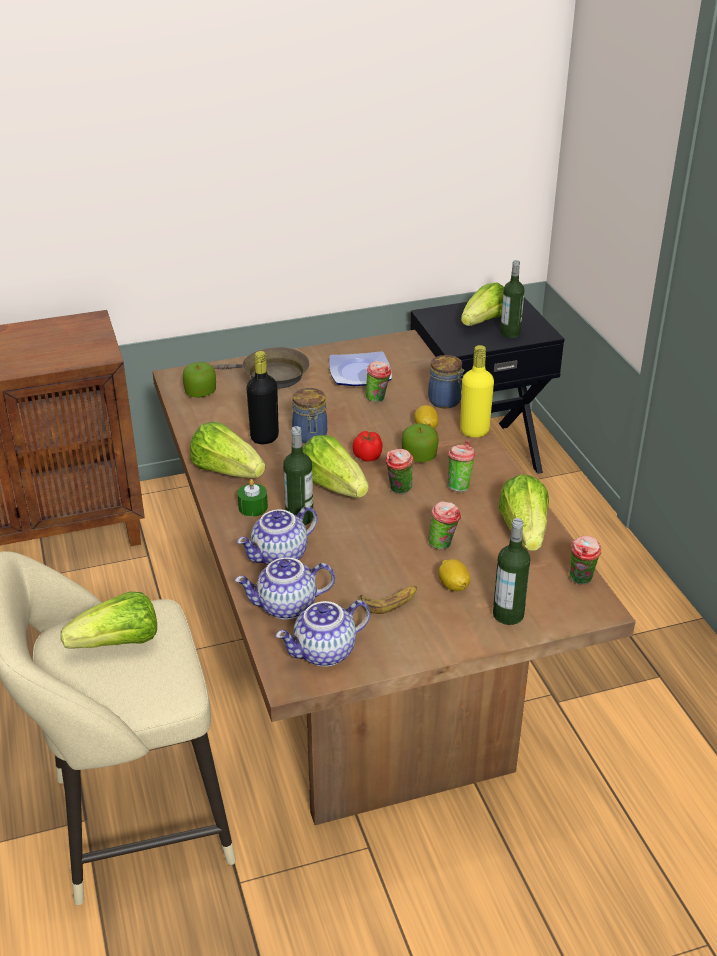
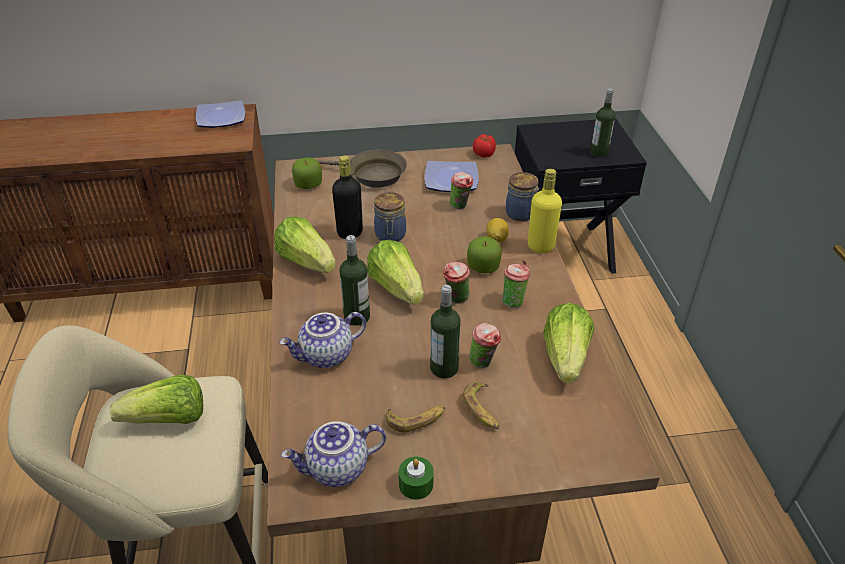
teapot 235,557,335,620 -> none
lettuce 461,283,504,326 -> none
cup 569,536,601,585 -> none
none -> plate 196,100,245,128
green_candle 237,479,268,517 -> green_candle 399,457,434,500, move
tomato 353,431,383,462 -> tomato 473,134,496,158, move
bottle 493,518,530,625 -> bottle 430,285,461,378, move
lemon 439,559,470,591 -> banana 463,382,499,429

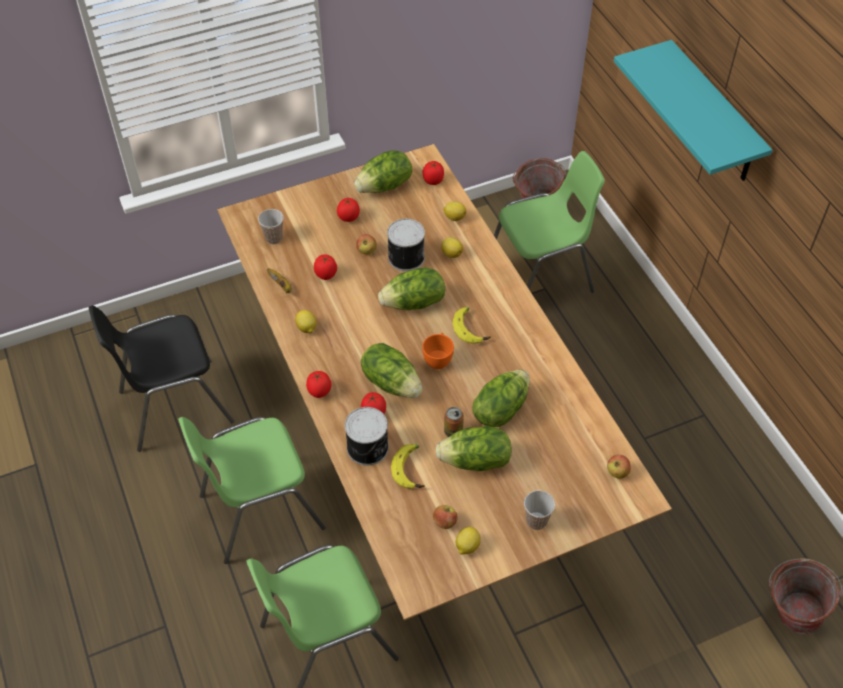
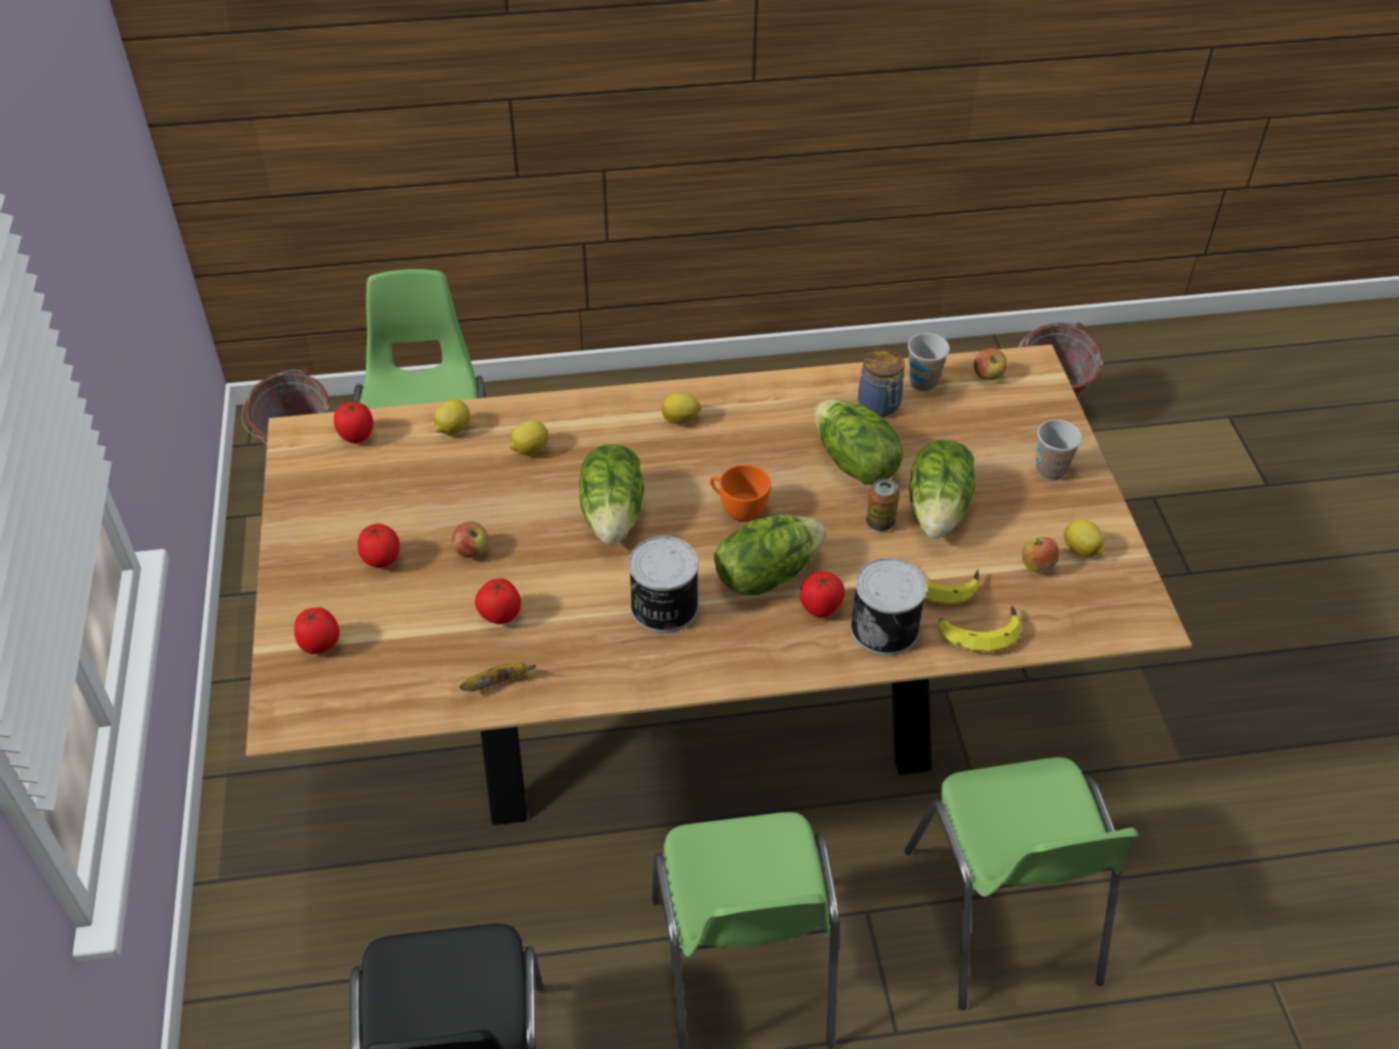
lettuce 354,150,413,193 -> none
turquoise_shelf 614,40,772,181 -> none
none -> jar 858,348,905,417
cup 258,209,284,244 -> cup 908,333,950,391, move
lemon 295,310,317,333 -> lemon 662,392,702,424, move
tomato 306,371,332,398 -> tomato 294,607,340,654, move
can 387,219,425,271 -> can 629,536,699,633, move
banana 452,307,491,344 -> banana 939,605,1022,652, move

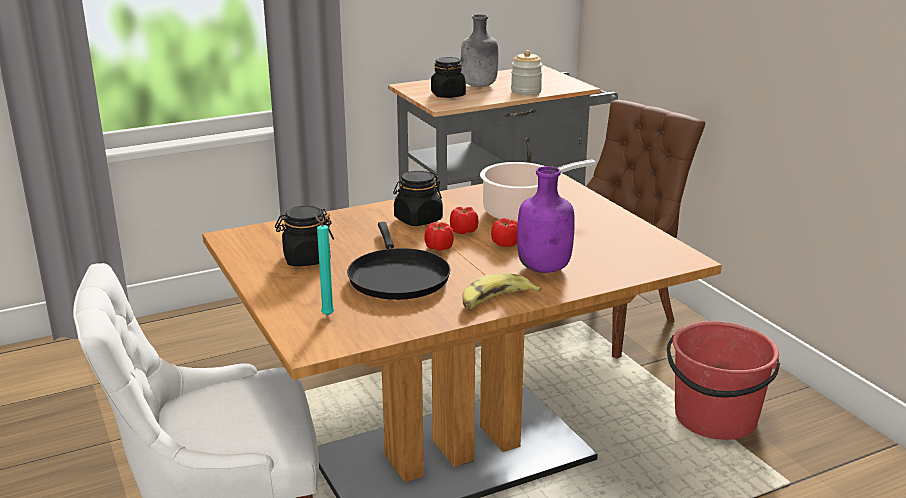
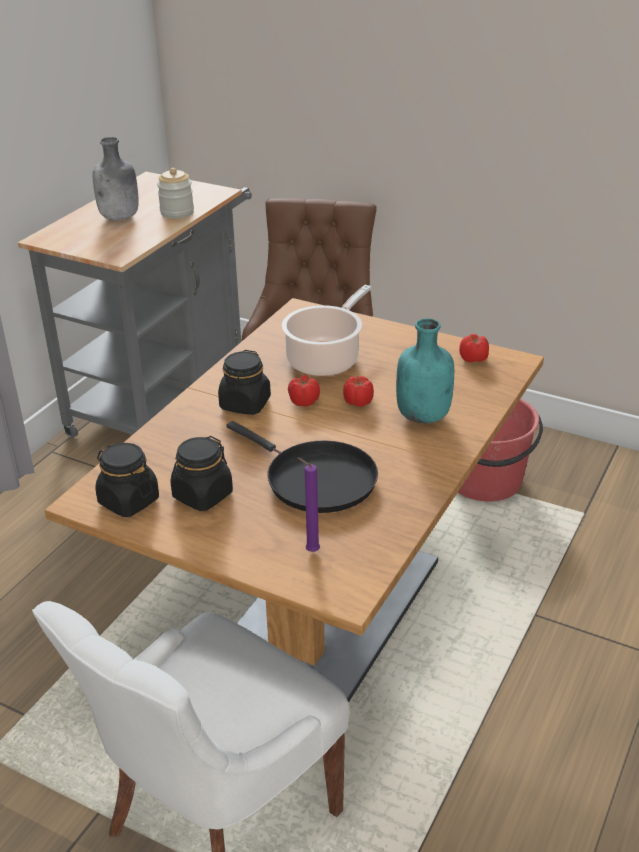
banana 463,273,541,309 -> none
tomato 424,222,454,251 -> tomato 459,334,489,362, move
black_jar 431,57,466,98 -> black_jar 95,443,159,517, move
turquoise_candle 313,214,334,315 -> purple_candle 298,458,320,552
purple_bottle 517,166,575,273 -> turquoise_bottle 396,318,454,423

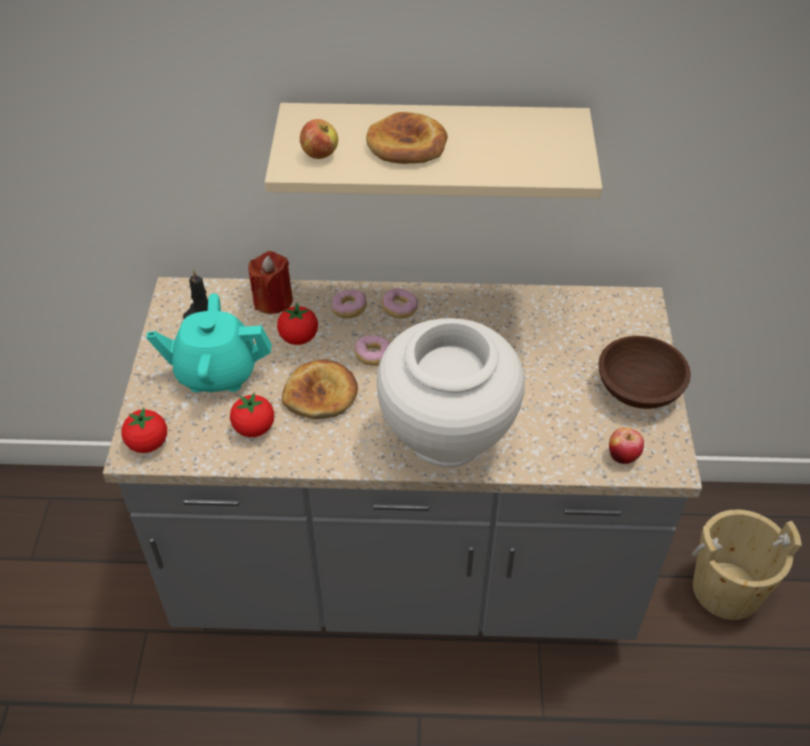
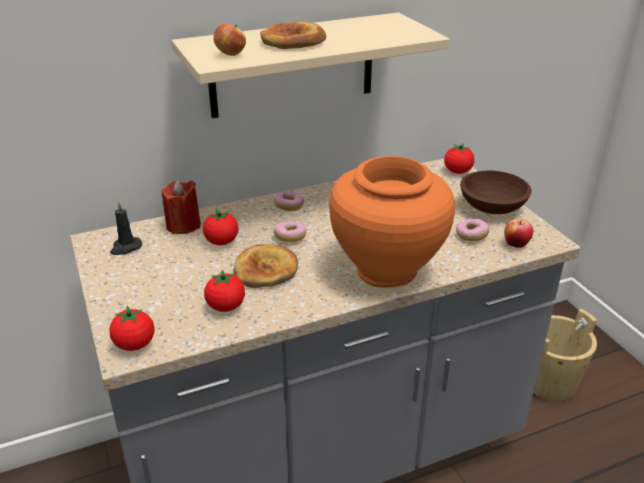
turquoise_teapot 146,293,272,392 -> none
none -> tomato 444,144,474,174
donut 331,289,367,318 -> donut 456,218,489,241, move
white_vase 377,318,525,467 -> orange_vase 329,156,455,288

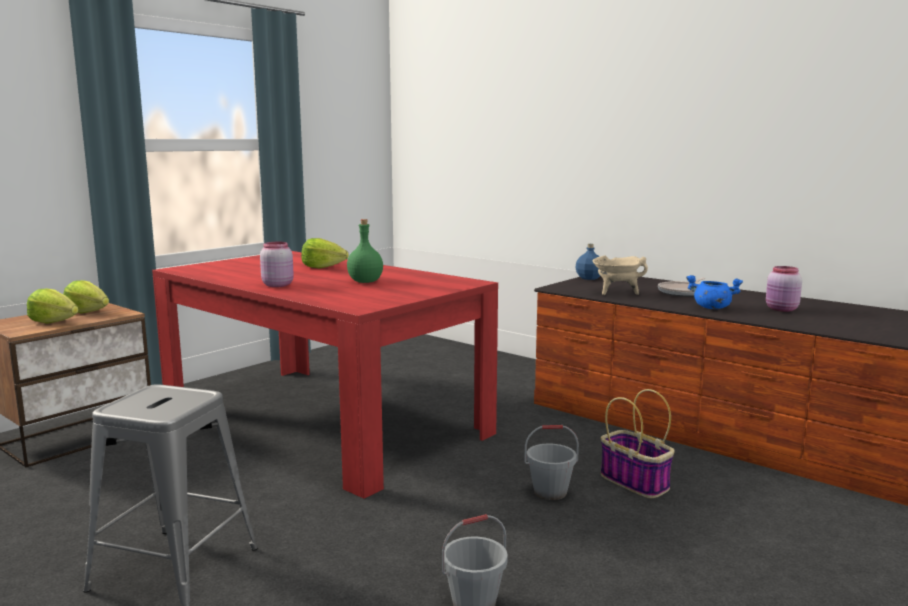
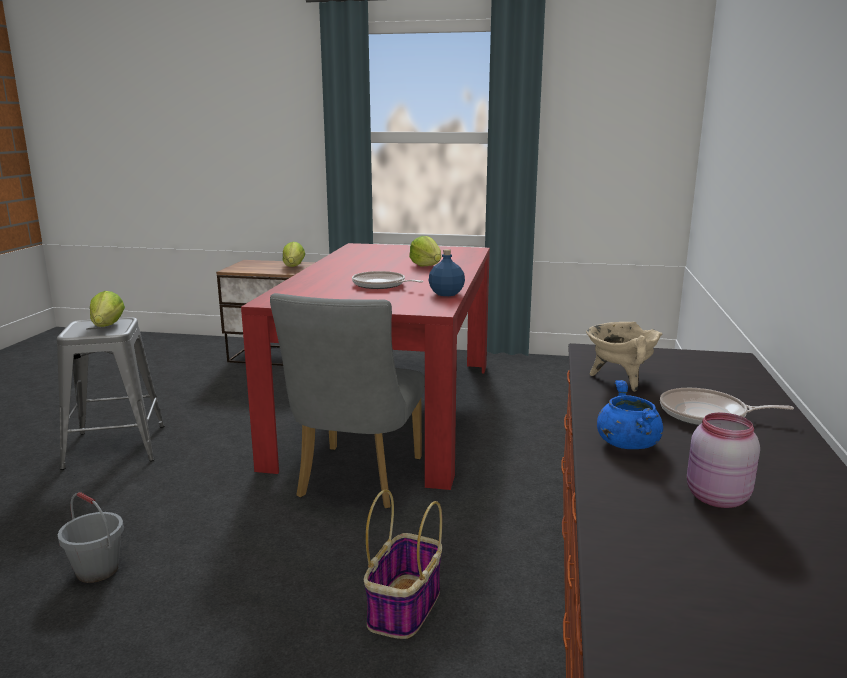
pink_jar 260,242,294,287 -> none
grey_bucket 524,425,579,500 -> none
none -> grey_chair 270,293,425,509
lettuce 27,289,79,324 -> lettuce 90,291,125,327, move
blue_bottle 575,244,600,280 -> blue_bottle 429,249,465,296, move
green_bottle 347,219,383,283 -> frying_pan 352,271,424,289

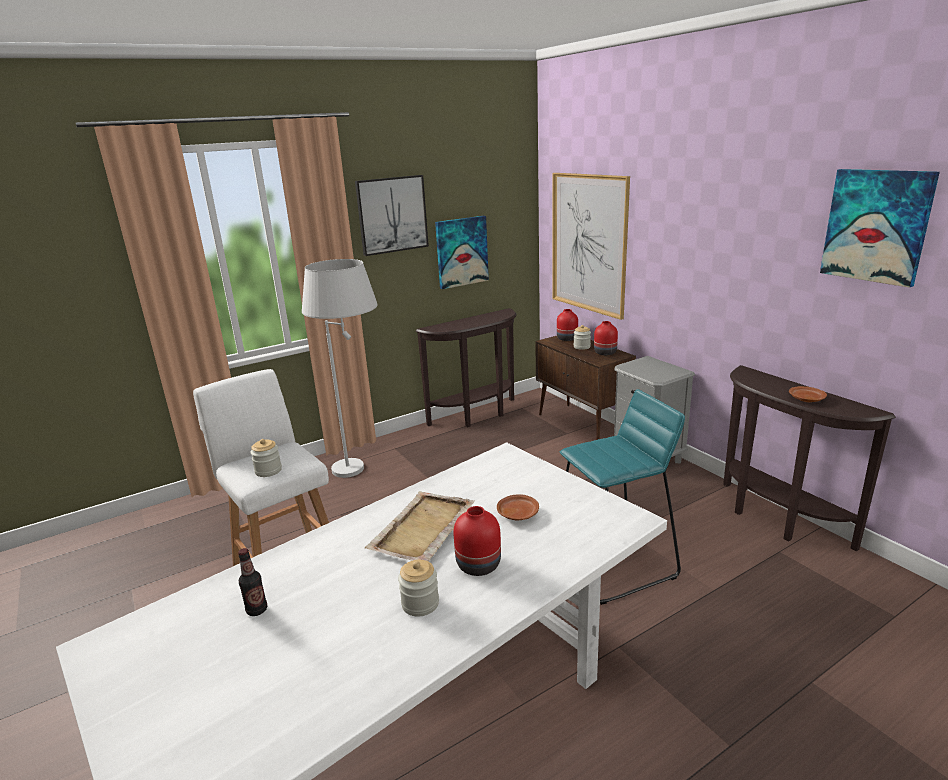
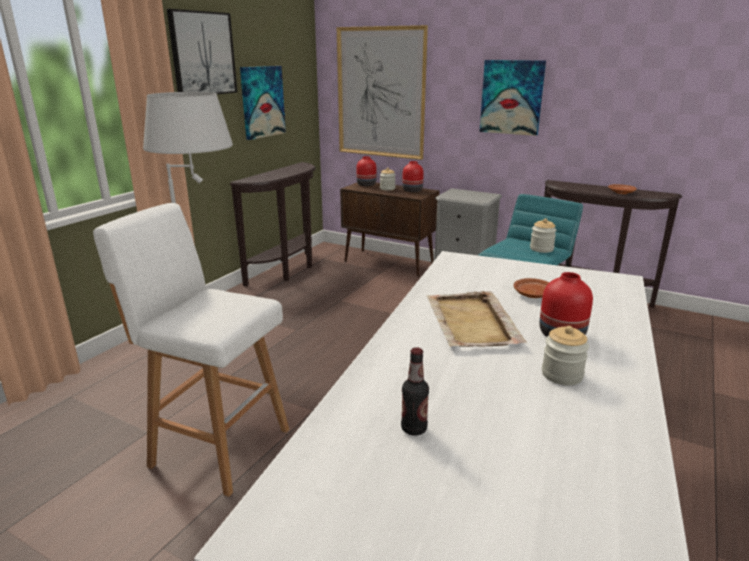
jar 250,439,282,477 -> jar 530,218,557,253, move
picture 820,169,940,288 -> picture 480,60,546,136, move

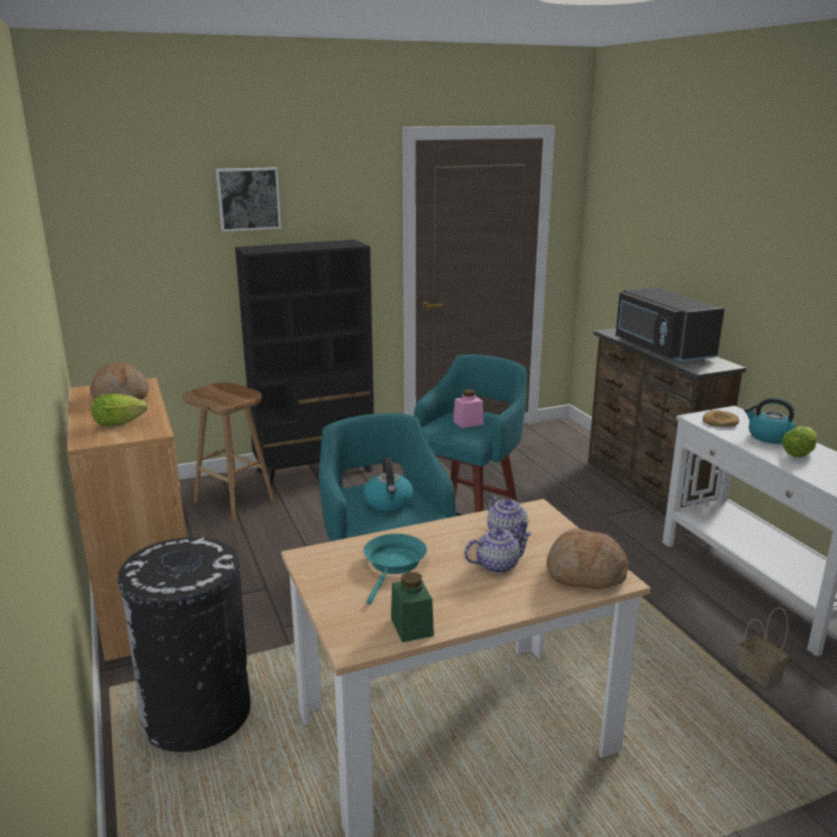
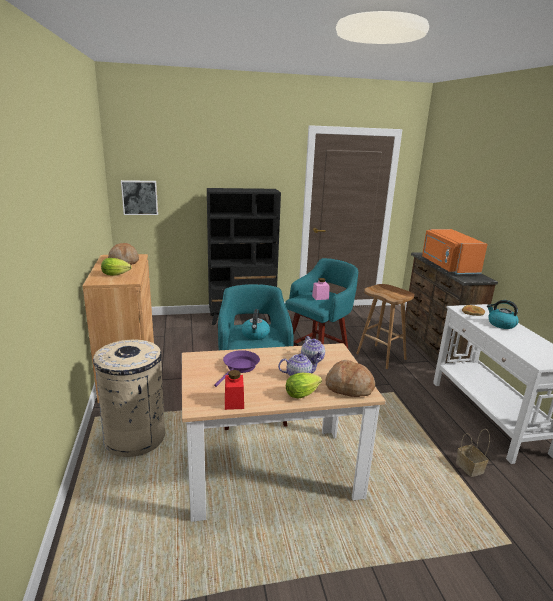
brown_stool 183,382,275,521 -> brown_stool 356,284,414,369, move
picture 216,167,281,232 -> picture 121,180,158,215, move
lettuce 782,427,817,457 -> lettuce 286,373,322,399, move
black_trash_can 118,537,251,752 -> beige_trash_can 93,340,165,457
turquoise_frying_pan 364,534,427,605 -> purple_frying_pan 214,350,260,387
green_jar 391,572,434,642 -> red_jar 225,370,244,410
black_microwave 616,287,724,362 -> orange_microwave 422,229,488,275

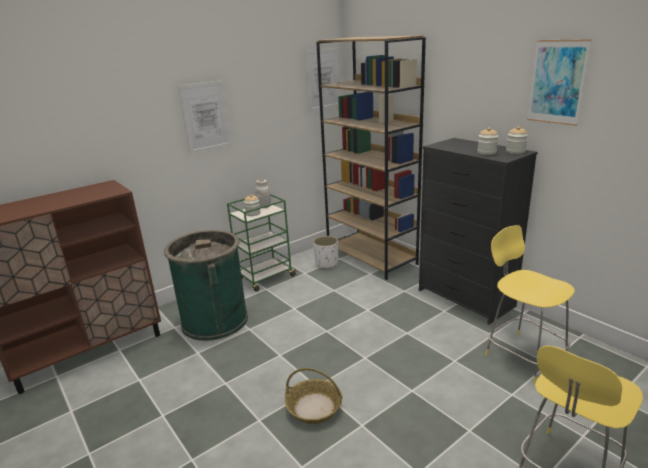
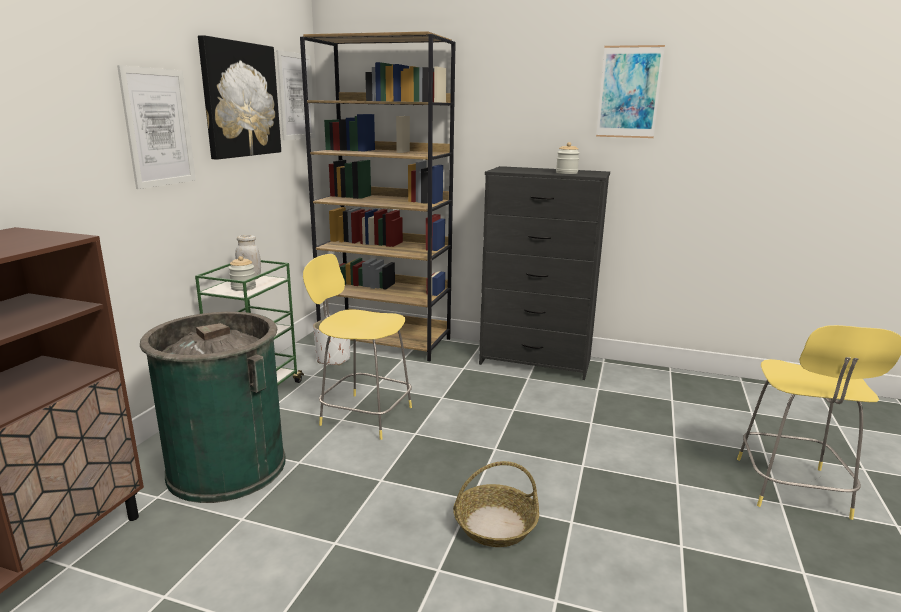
jar 506,126,528,154 -> none
none -> picture 198,35,281,160
yellow_stool 485,225,575,384 -> yellow_stool 303,254,412,440, move

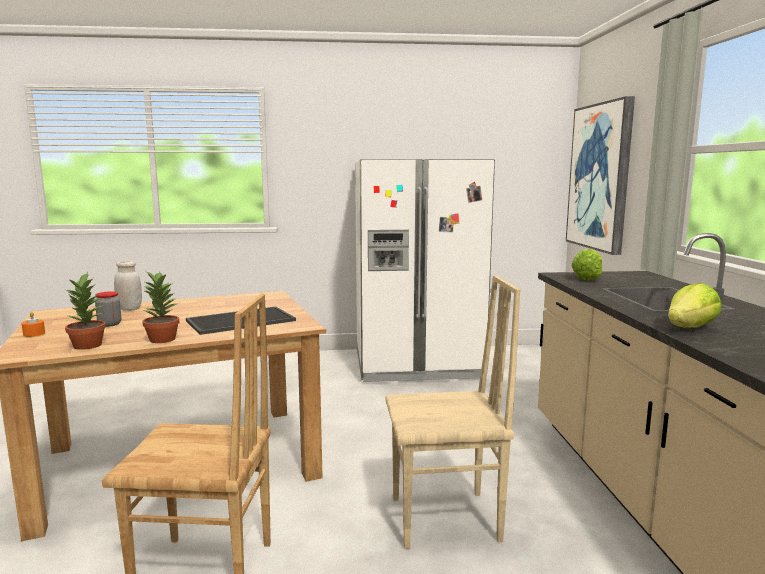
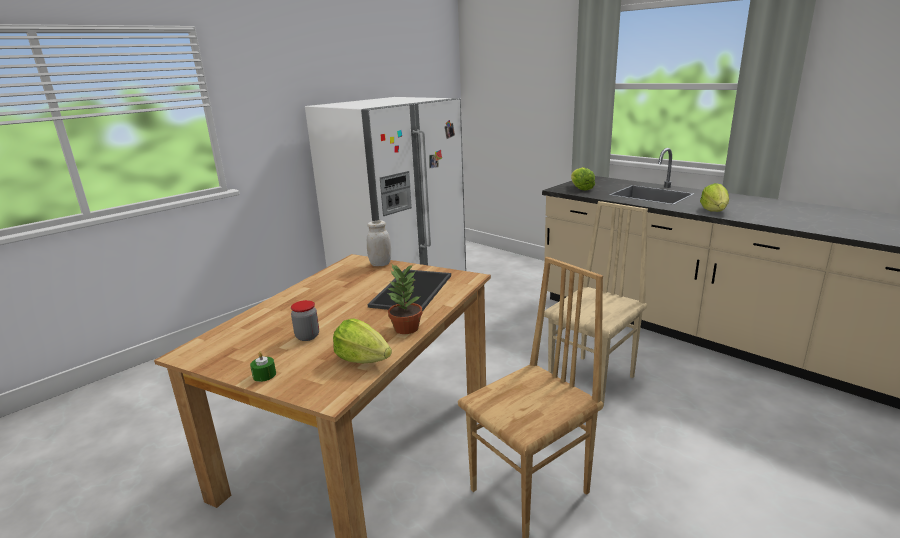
picture 566,96,635,255 -> none
white_jar 114,261,142,311 -> white_jar 367,220,391,266, move
potted_plant 65,272,106,350 -> lettuce 333,319,392,363
orange_candle 22,312,45,337 -> green_candle 250,352,276,382

